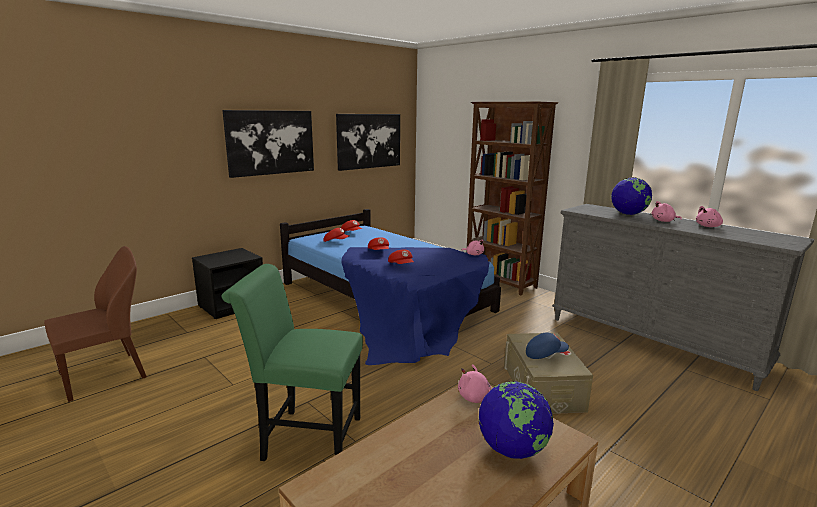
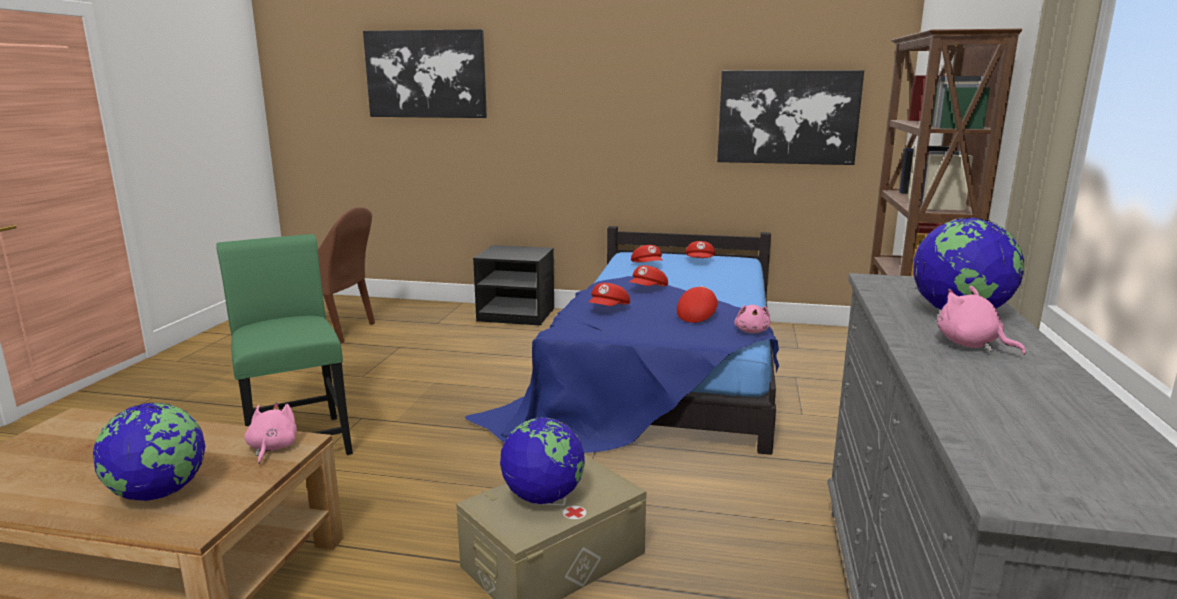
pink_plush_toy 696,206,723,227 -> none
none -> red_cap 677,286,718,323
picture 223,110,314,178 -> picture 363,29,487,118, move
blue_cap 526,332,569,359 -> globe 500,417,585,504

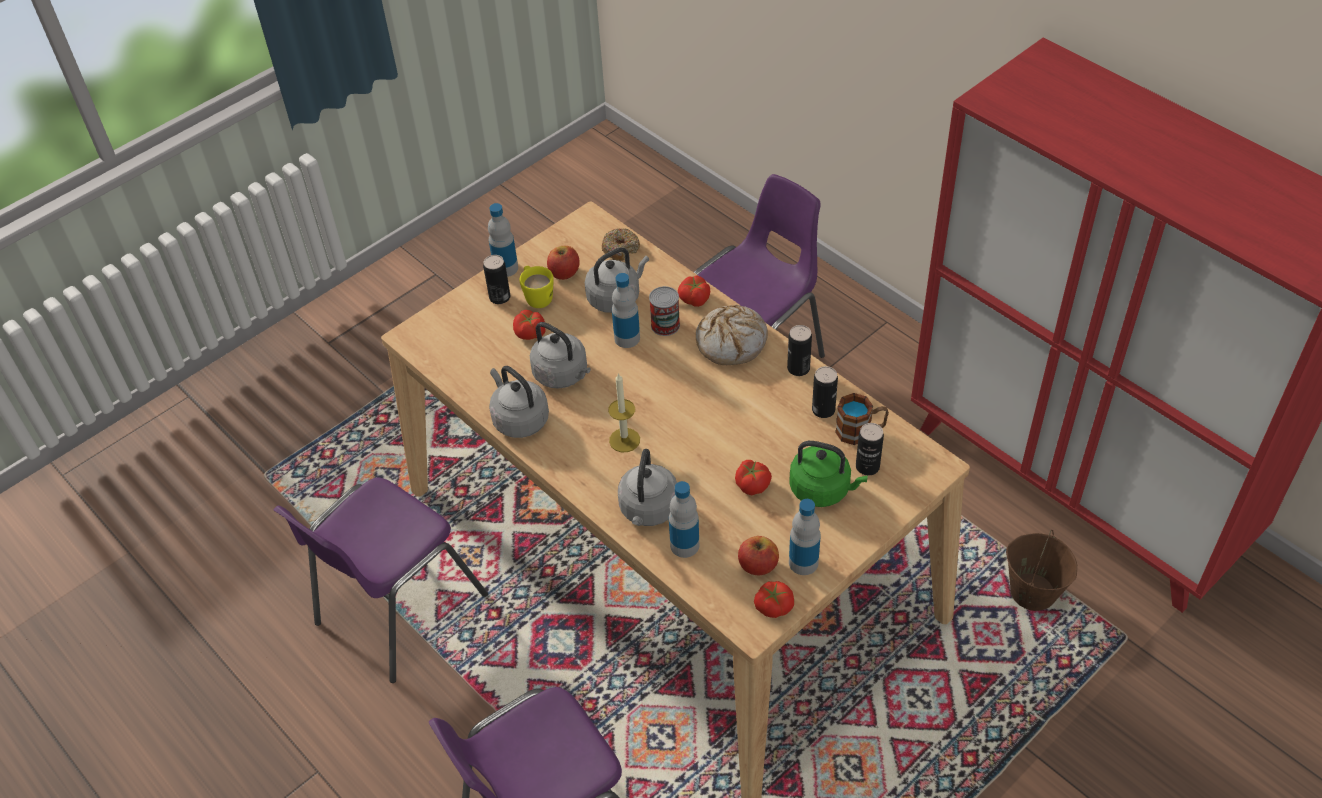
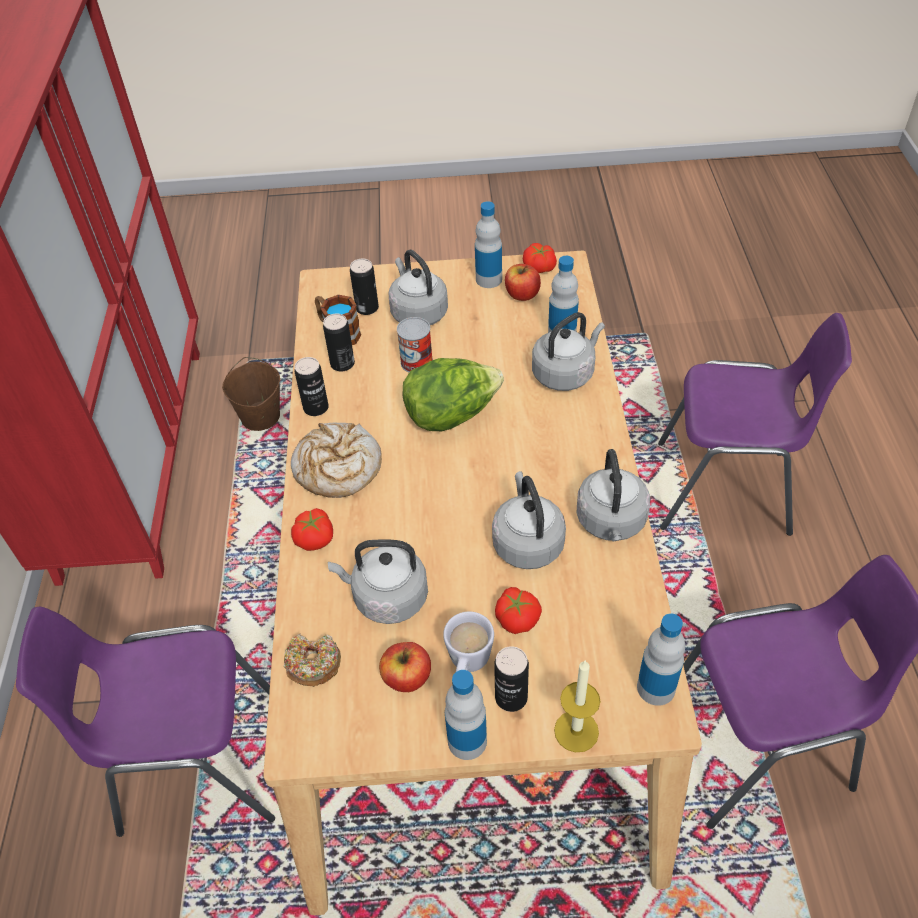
tomato 735,460,772,496 -> none
none -> lettuce 403,358,504,431
candle 608,373,640,452 -> candle 554,661,600,752, move
bottle 612,273,640,348 -> bottle 637,614,685,706, move
can 649,286,680,336 -> can 397,317,433,372, move
yellow_mug 520,266,554,308 -> white_mug 443,611,494,672
green_kettle 789,441,868,507 -> grey_kettle 388,250,448,325

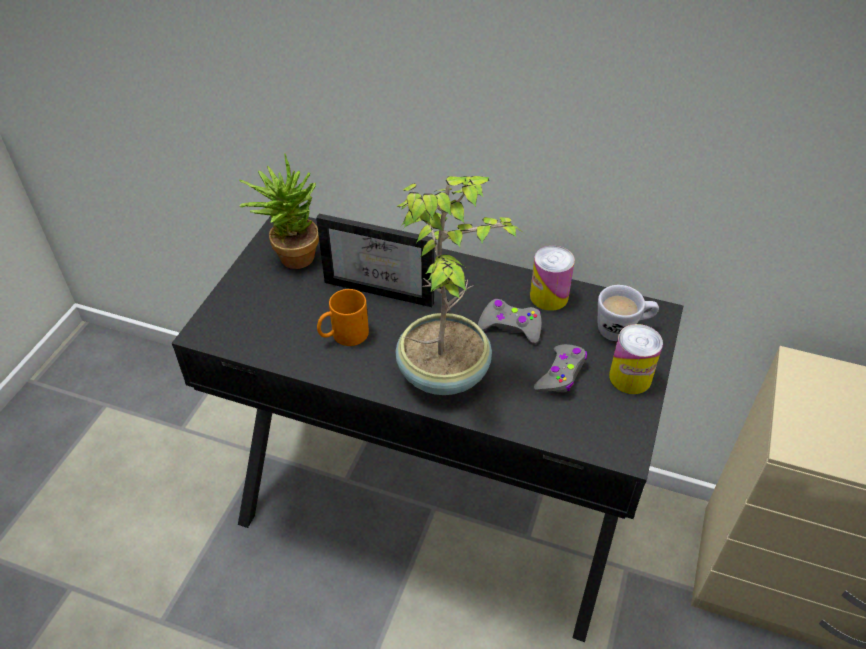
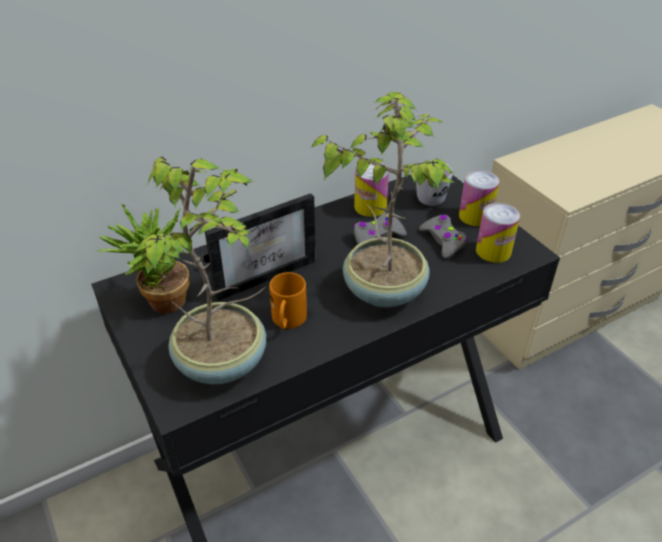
none -> potted_plant 132,157,266,384
none -> can 476,203,520,263

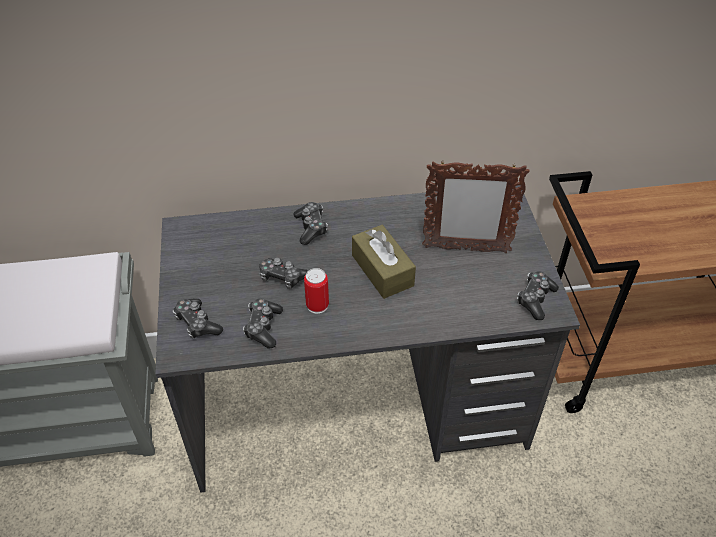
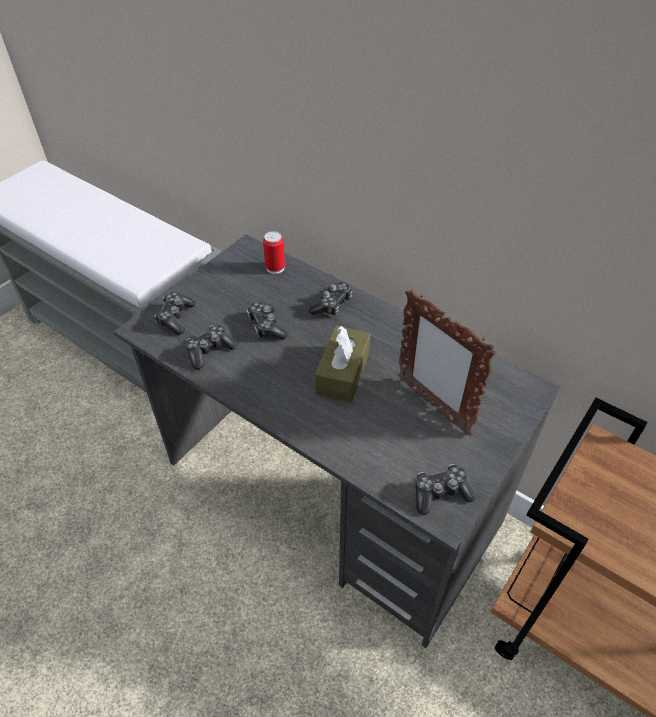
can 304,268,329,314 -> can 263,231,285,274, move

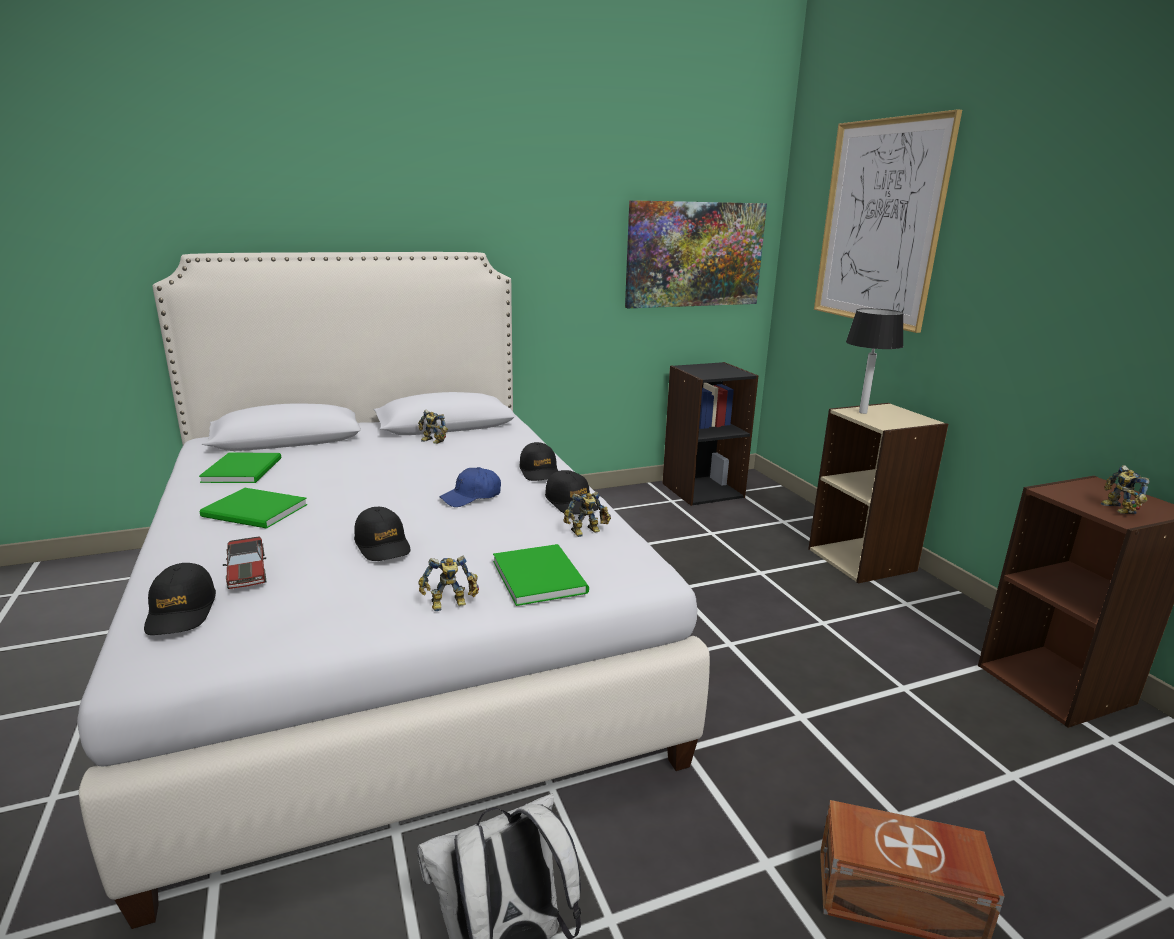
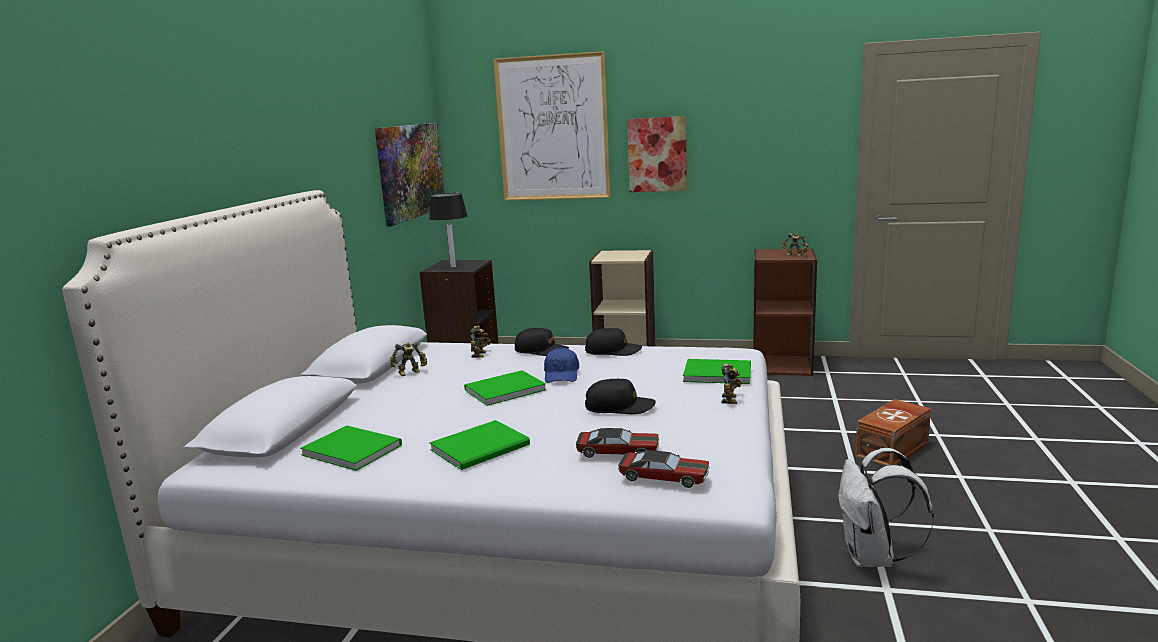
none -> green_book 464,370,546,406
none -> picture 627,116,687,192
toy_robot 563,492,611,537 -> toy_robot 470,326,491,358, move
table_lamp 846,308,904,414 -> table_lamp 429,193,468,268, move
black_cap 144,563,216,635 -> toy_car 618,450,710,488

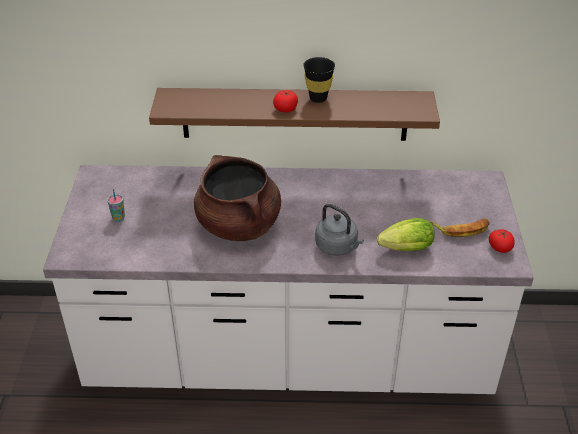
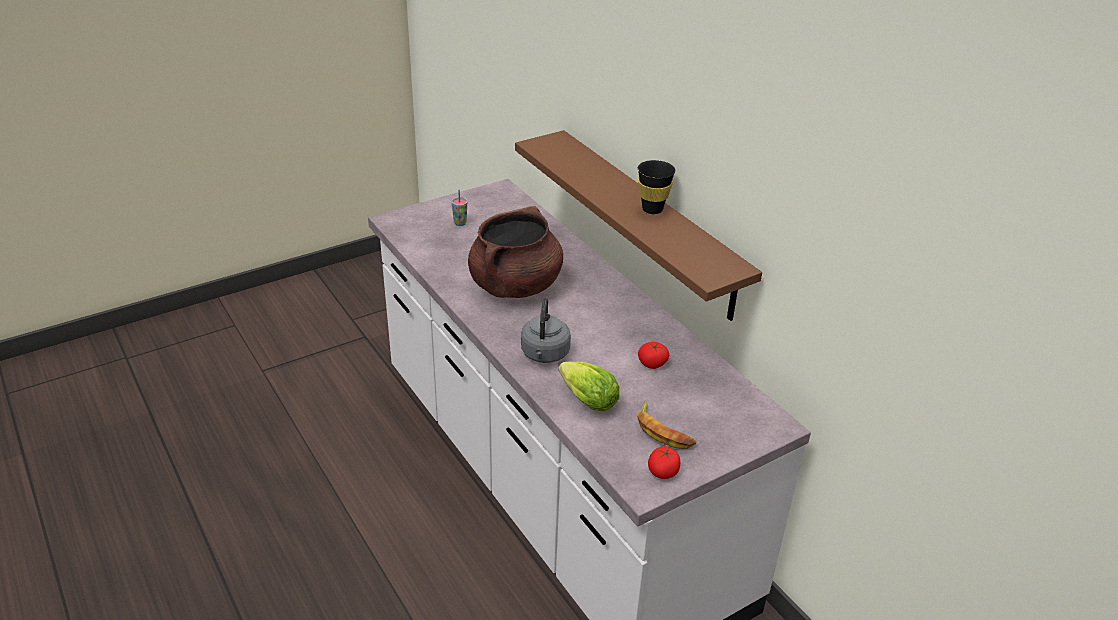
tomato 273,90,298,113 -> tomato 638,342,669,369, move

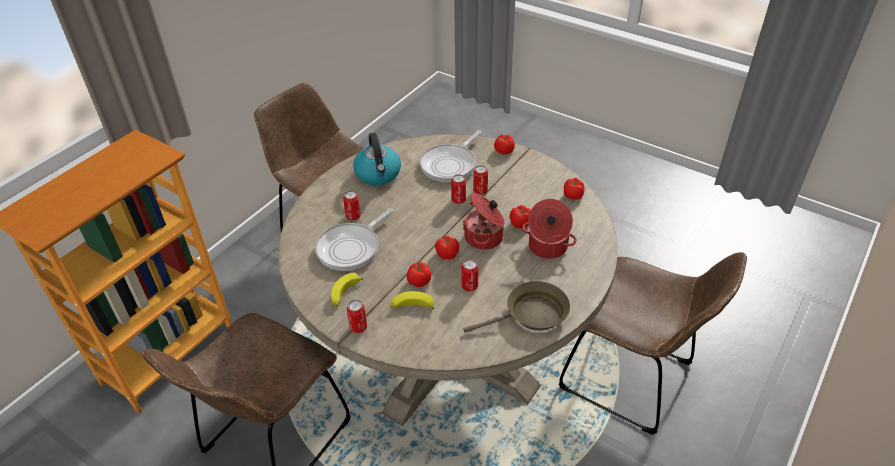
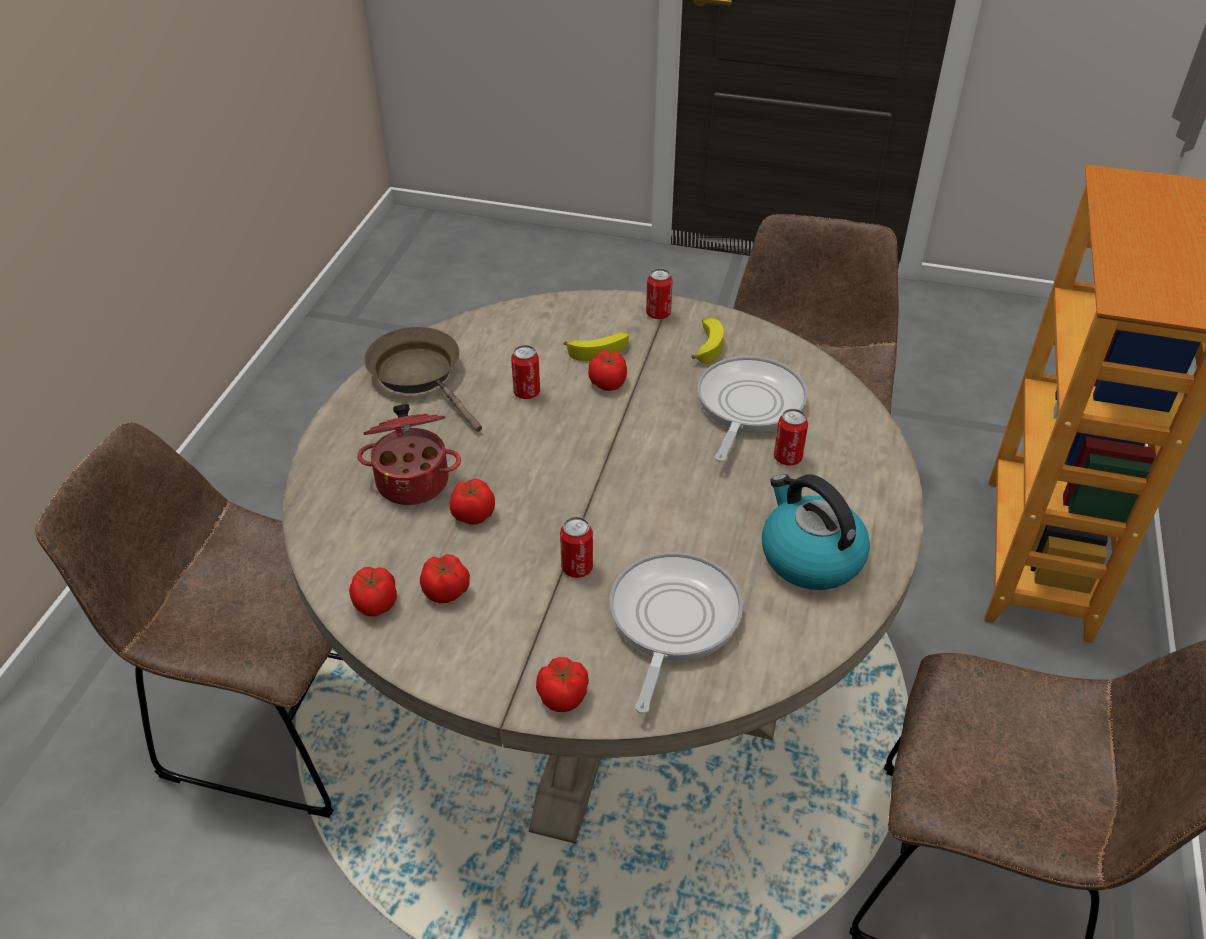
can 451,174,466,204 -> none
cooking_pot 463,194,504,250 -> none
tomato 435,236,459,260 -> tomato 420,554,470,603, move
brown_frying_pan 463,281,570,333 -> brown_frying_pan 364,327,482,432, 90 degrees clockwise

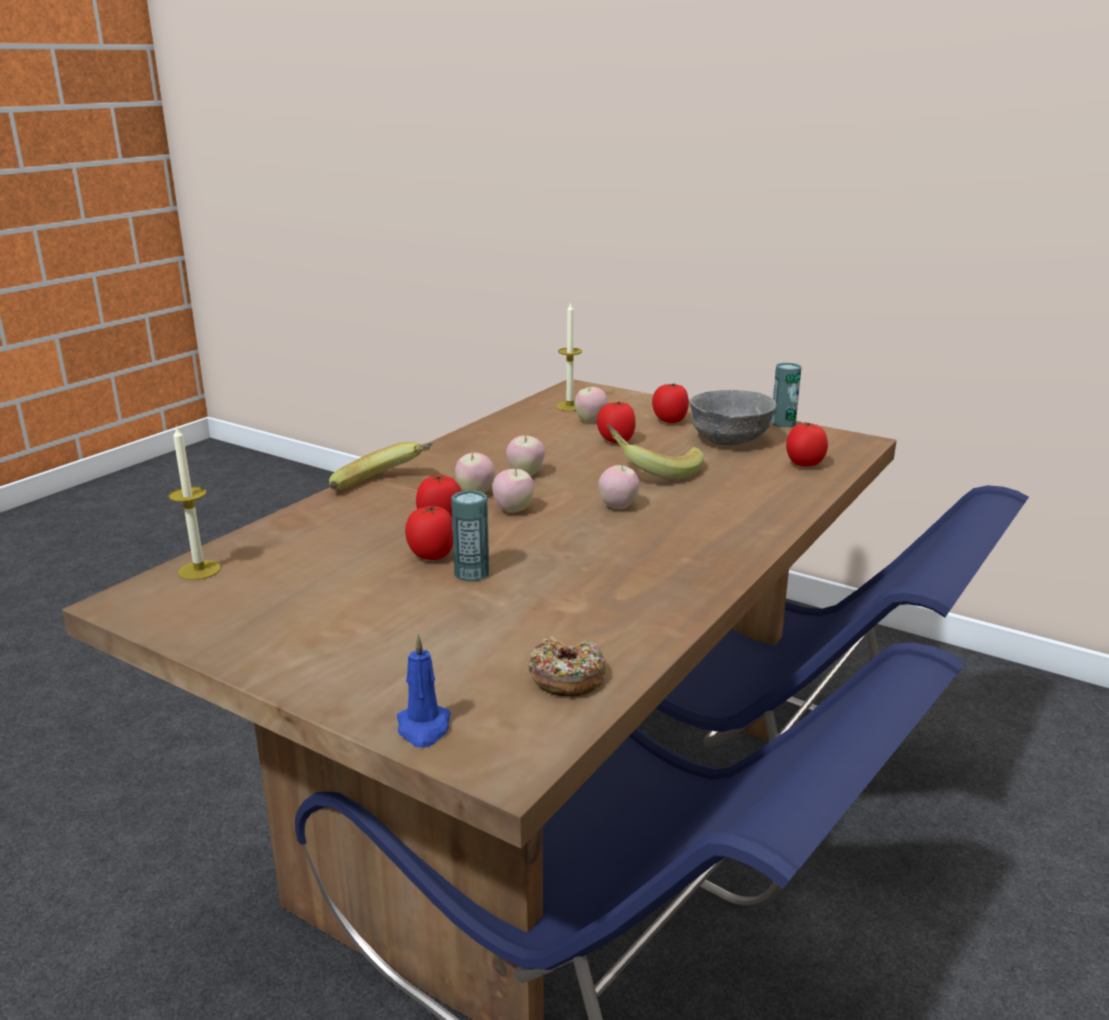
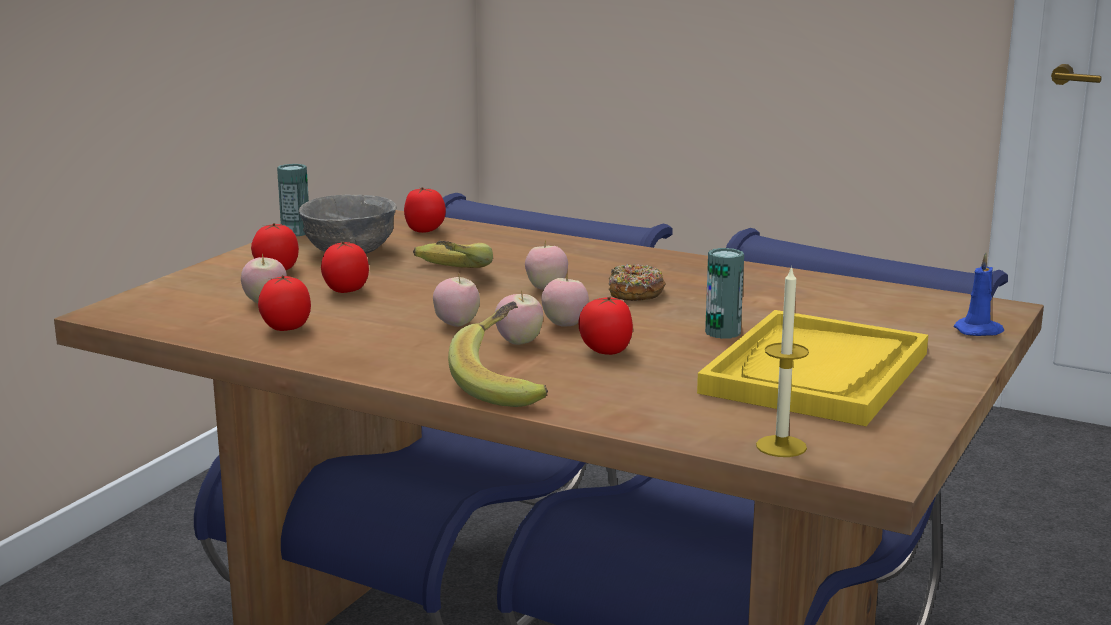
candle 556,302,582,411 -> none
none -> yellow_tray 697,310,928,426
tomato 405,505,453,560 -> tomato 258,275,311,331, move
donut 529,637,606,696 -> donut 609,264,666,301, move

